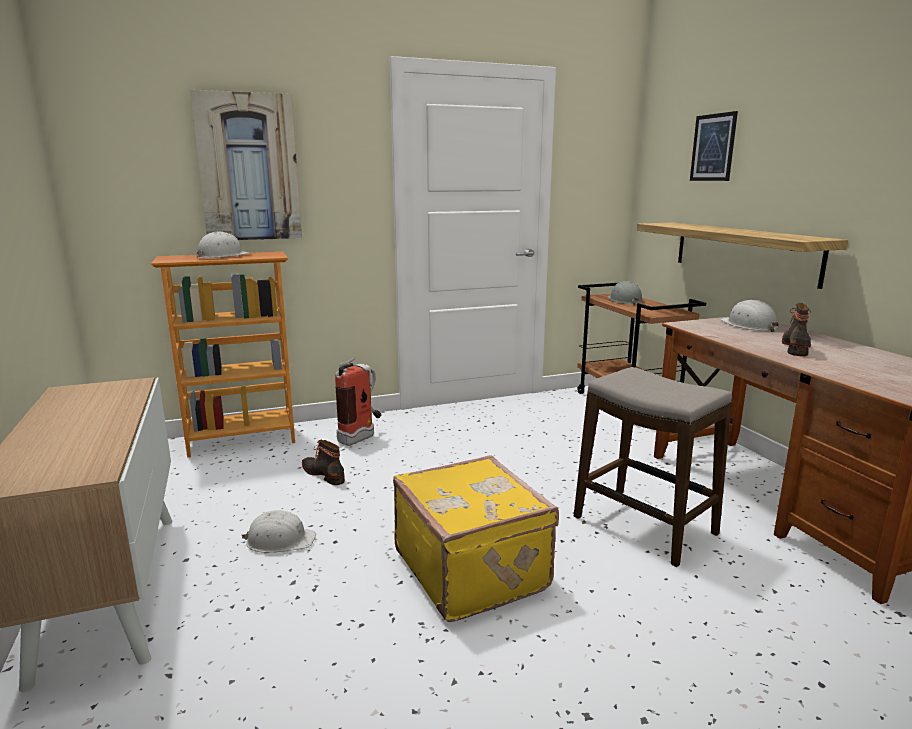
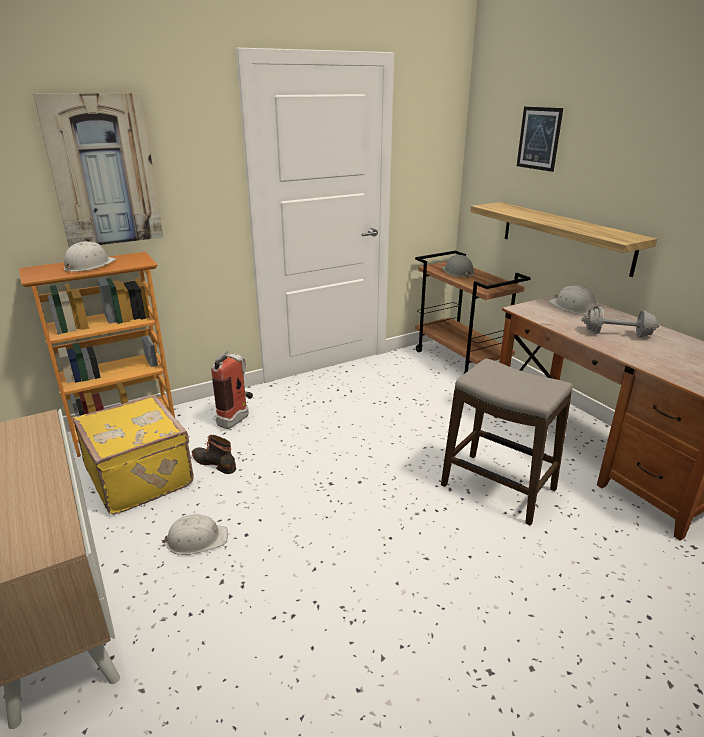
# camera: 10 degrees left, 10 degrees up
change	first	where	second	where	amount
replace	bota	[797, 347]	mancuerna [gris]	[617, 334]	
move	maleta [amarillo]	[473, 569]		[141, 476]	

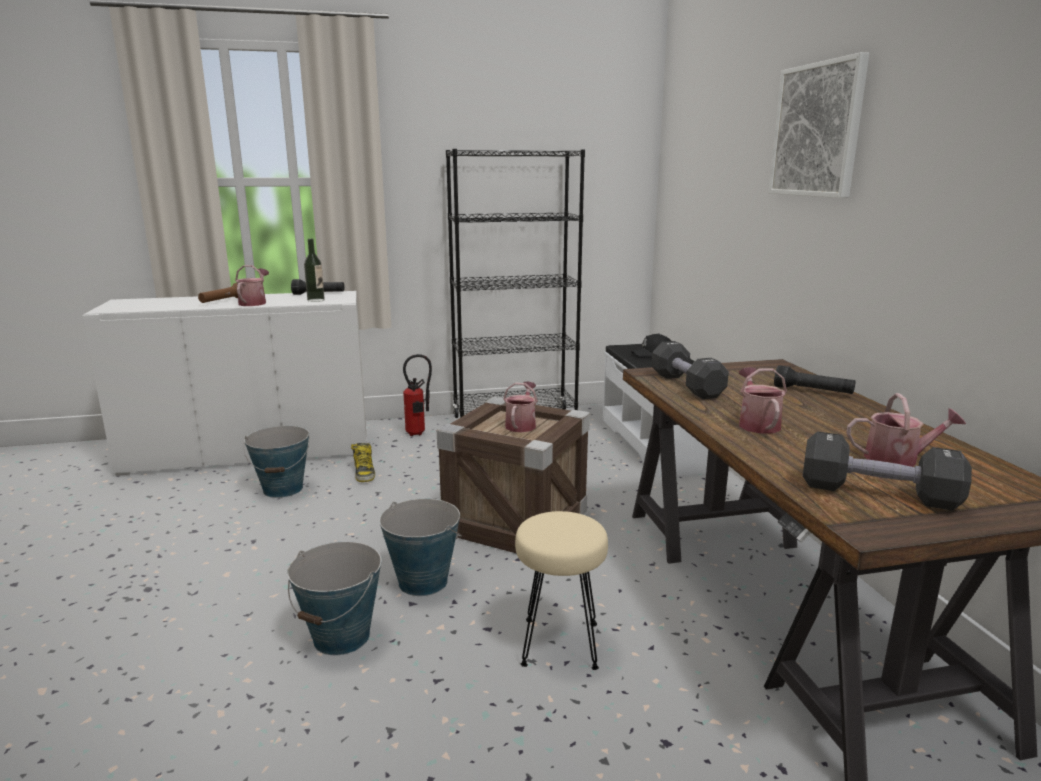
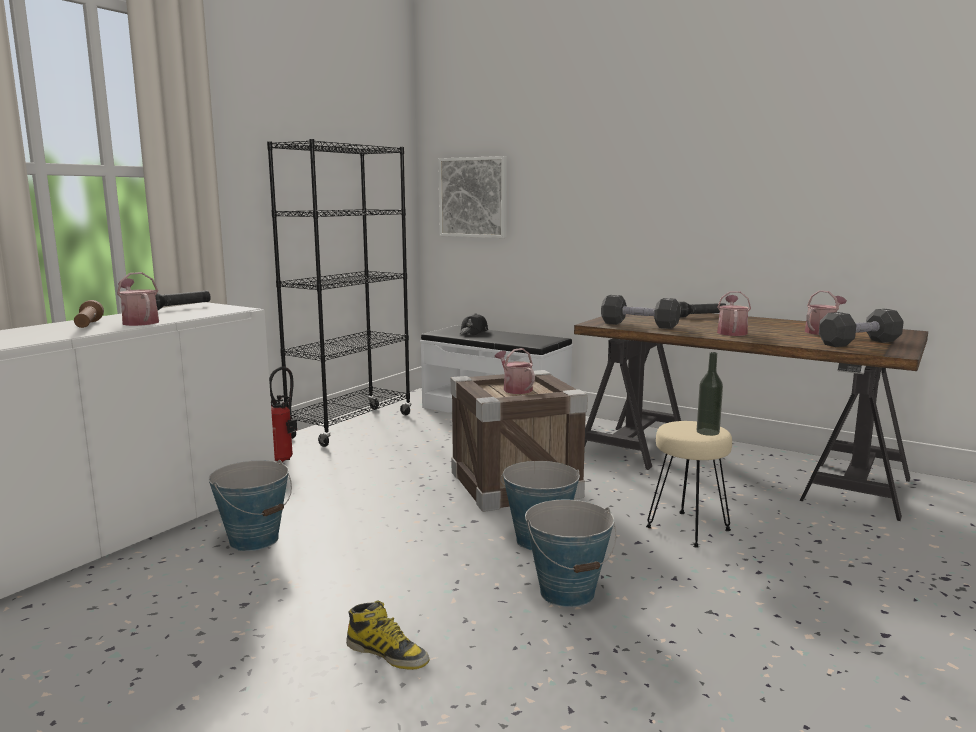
# camera: 45 degrees left, 5 degrees down
change	first	where	second	where	amount
move	cuadro	[817, 130]		[473, 197]	
move	botella	[316, 300]		[708, 432]	
rotate	regadera	[757, 423]		[731, 332]	60 degrees clockwise
move	bota	[364, 473]		[387, 653]	

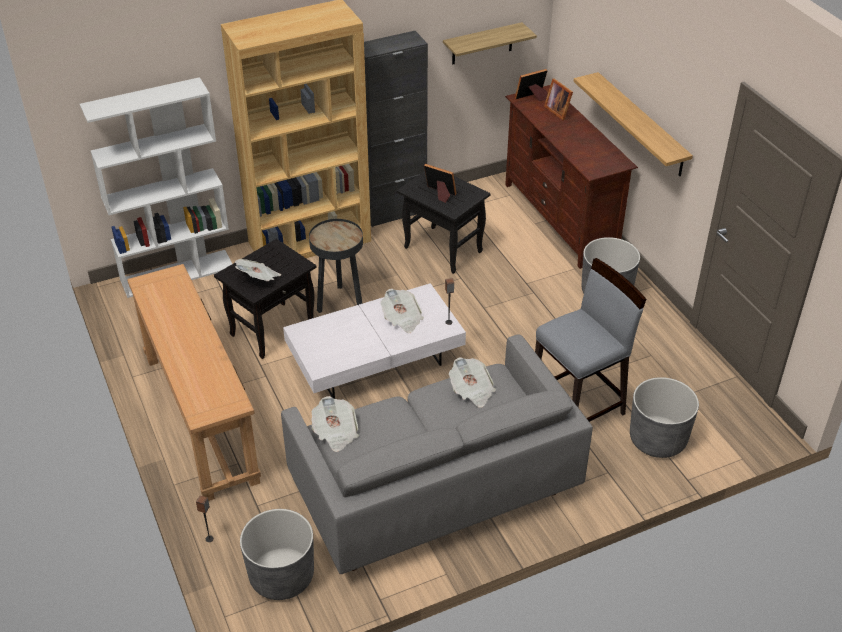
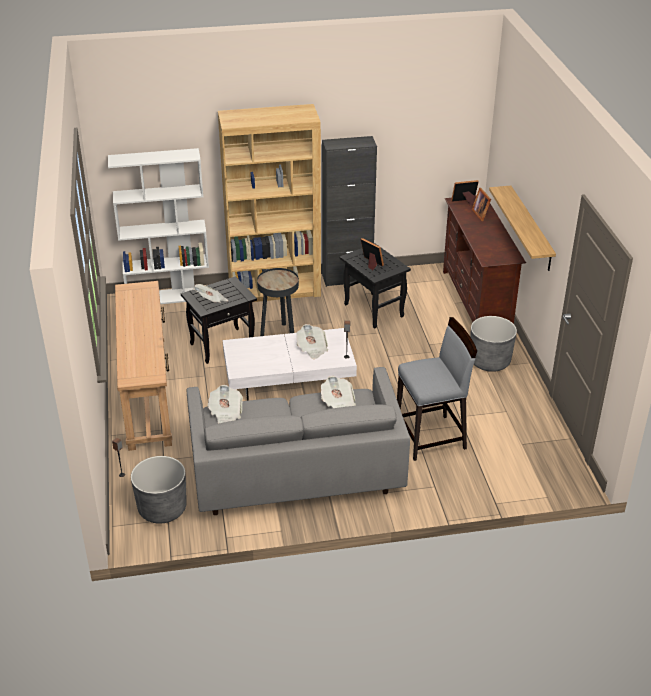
# camera: 15 degrees right, 5 degrees down
change	first	where	second	where	amount
delete	estante	[482, 44]			
delete	maceta [gris]	[657, 439]			

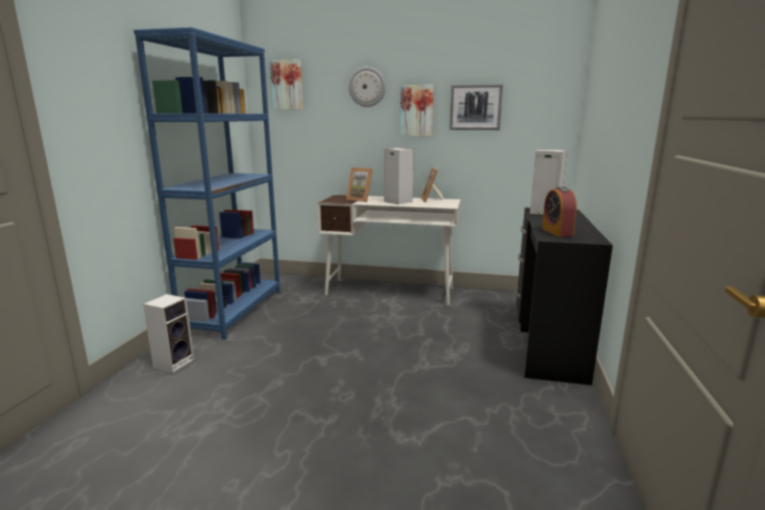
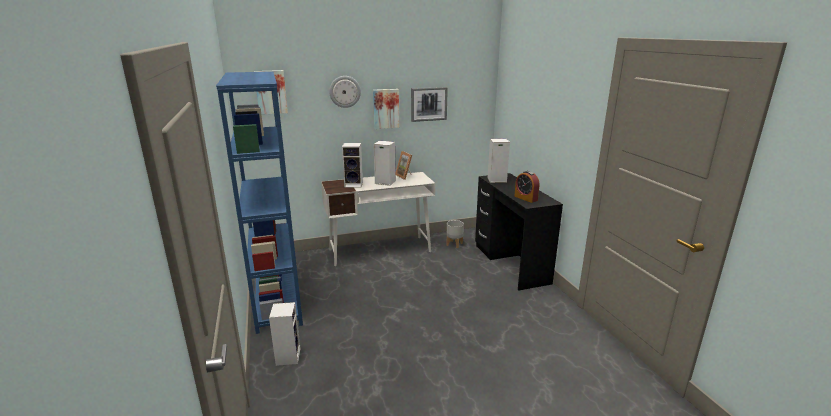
# camera: 30 degrees left, 5 degrees up
change	first	where	second	where	amount
replace	portarretratos	[360, 200]	altavoz	[354, 184]	
insert			maceta [gris]	[454, 244]	

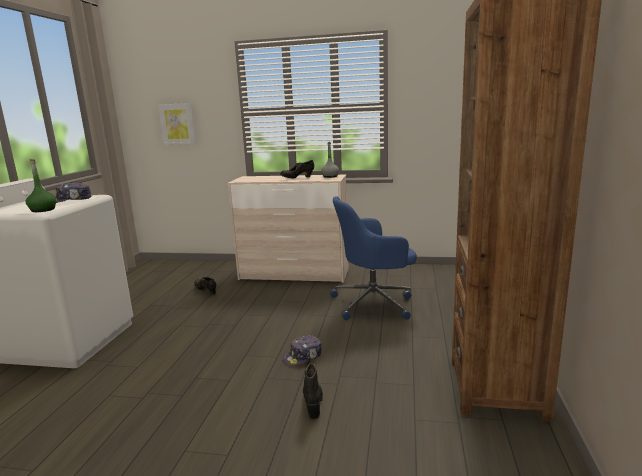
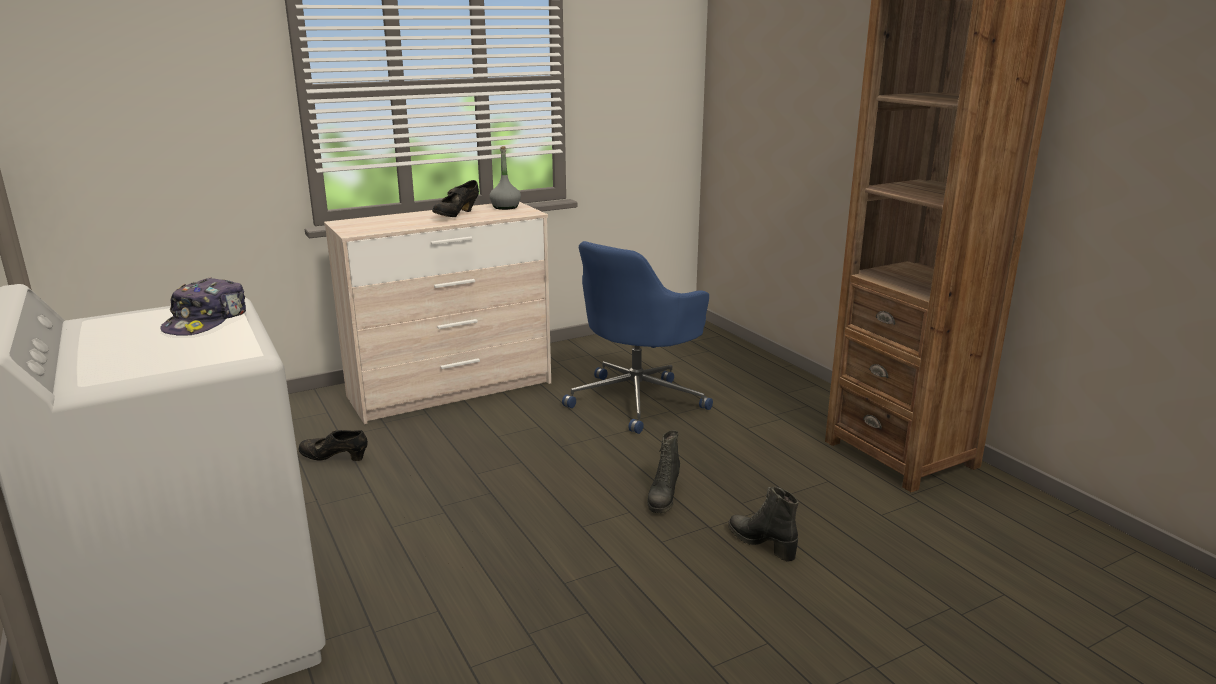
# camera: 40 degrees left, 5 degrees up
change	first	where	second	where	amount
delete	cuadro	[177, 124]			
delete	botella [verde]	[43, 210]			
replace	gorra	[303, 356]	bota [negro]	[663, 498]	

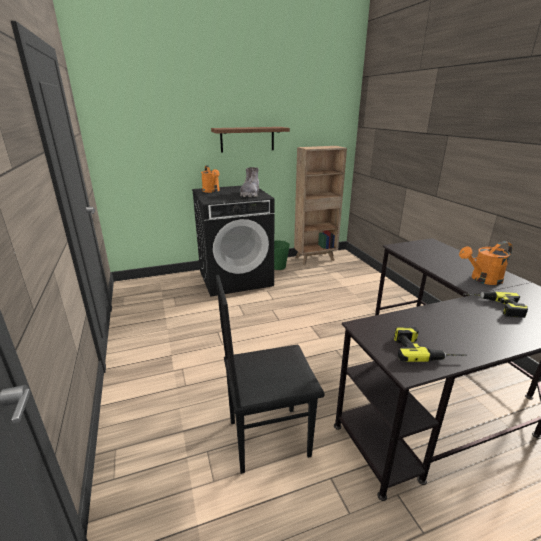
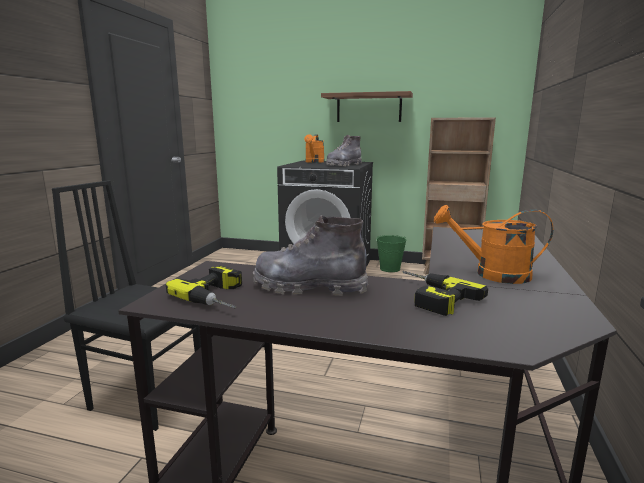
# camera: 35 degrees right, 10 degrees down
change	first	where	second	where	amount
insert			bota [gris]	[309, 287]	

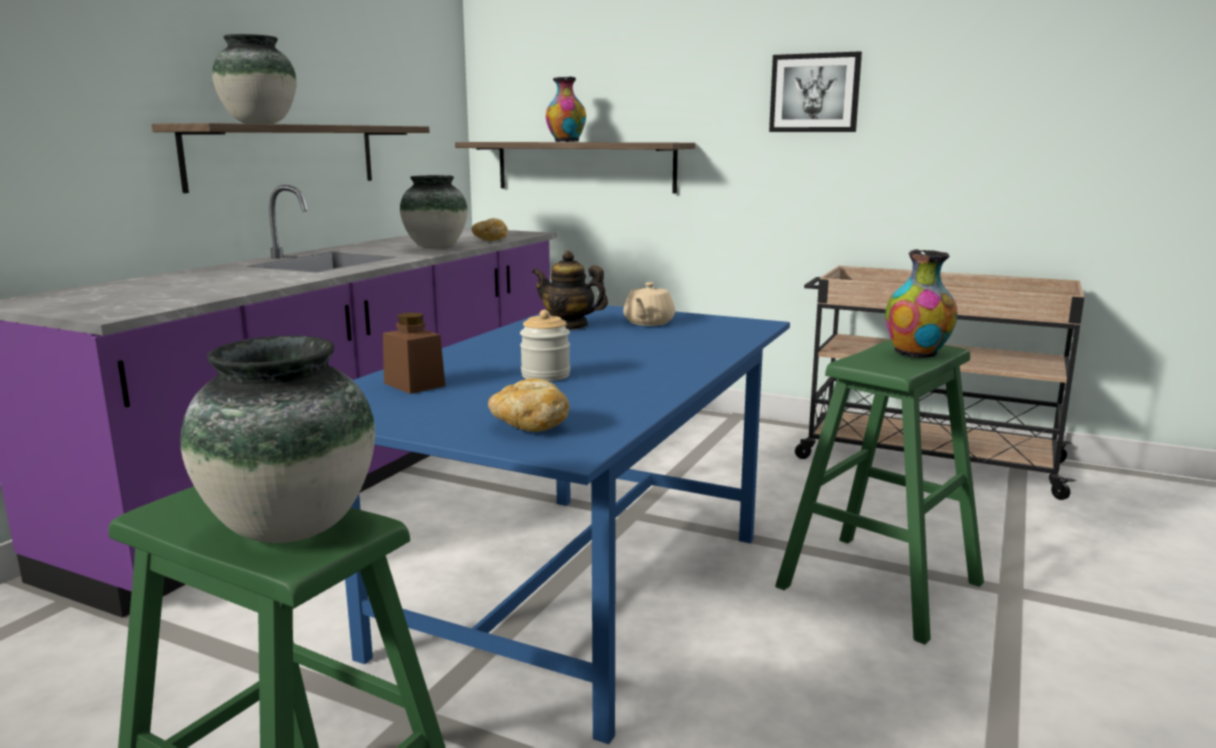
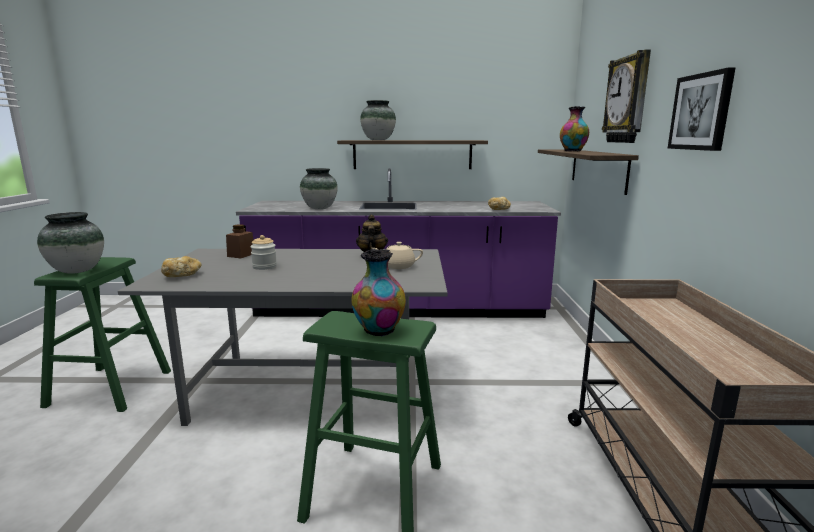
# camera: 65 degrees right, 0 degrees up
change	first	where	second	where	amount
move	florero	[435, 247]		[320, 208]	
recolor	mesa de comedor [azul]	[580, 594]	mesa de comedor [gris]	[308, 388]	
insert			reloj de pared	[628, 100]	

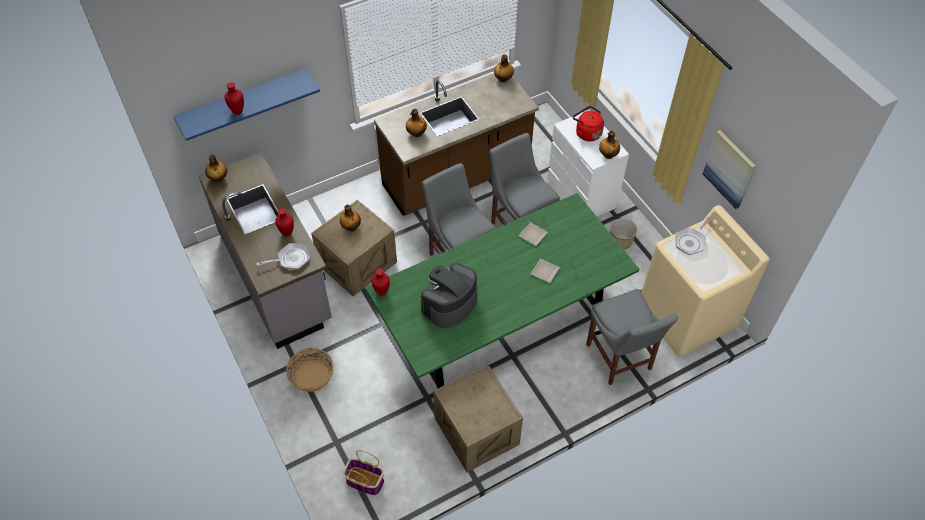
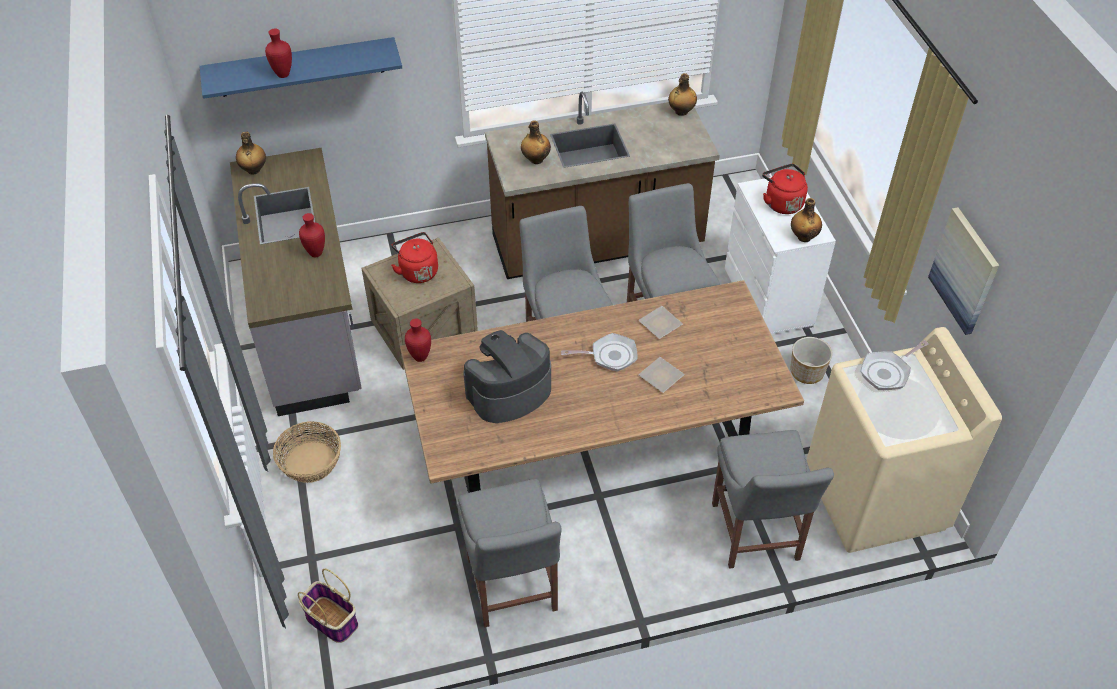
# camera: 15 degrees right, 5 degrees down
change	first	where	second	where	amount
recolor	mesa de comedor [verde]	[500, 323]	mesa de comedor [marrón]	[595, 447]	
replace	botella	[351, 227]	hervidor [rojo]	[417, 271]	
move	sartén	[291, 259]		[609, 356]	
replace	caja de embalaje	[477, 431]	silla [gris]	[512, 589]	

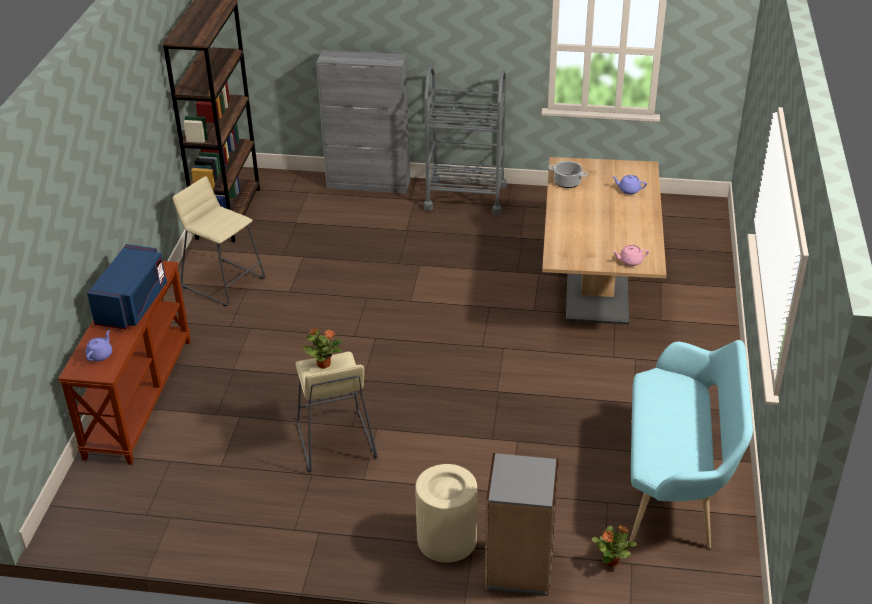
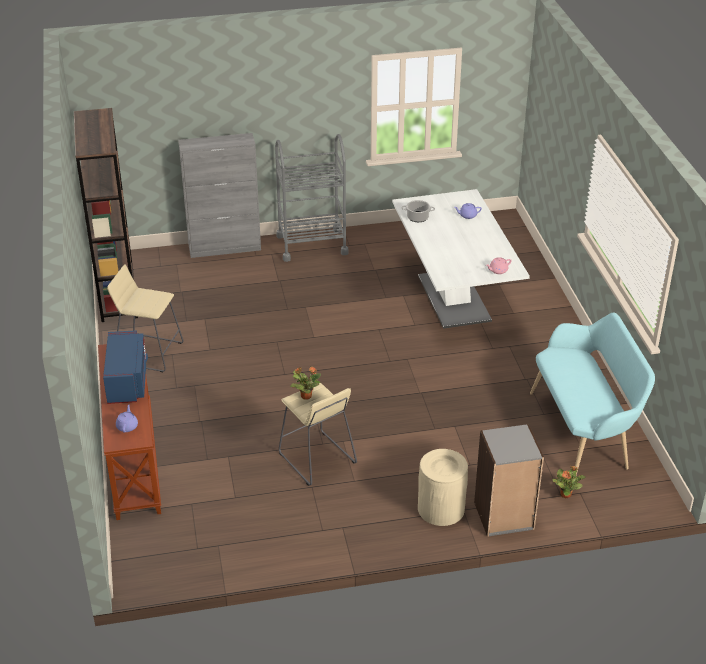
# camera: 20 degrees left, 0 degrees up
change	first	where	second	where	amount
recolor	mesa de comedor [marrón]	[597, 288]	mesa de comedor [blanco]	[454, 298]	

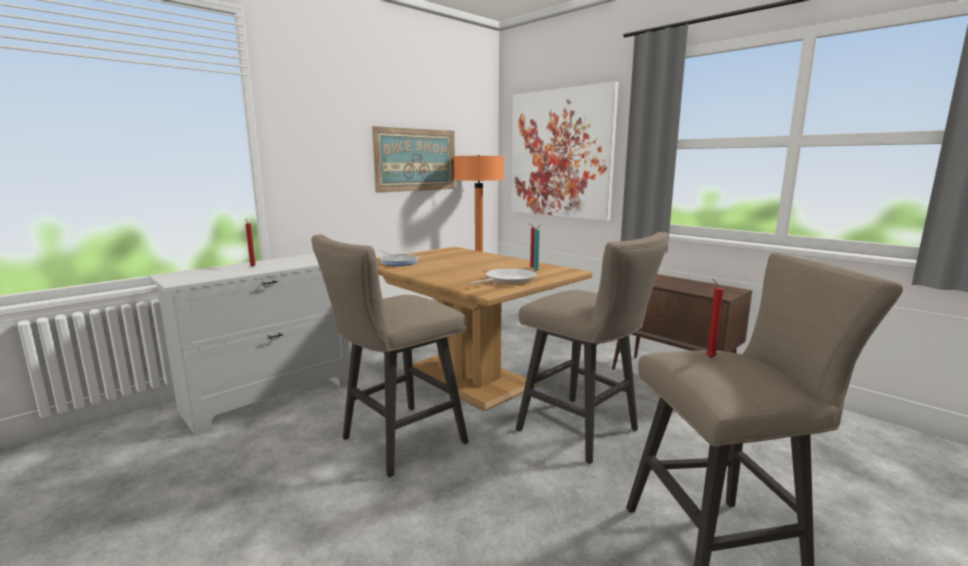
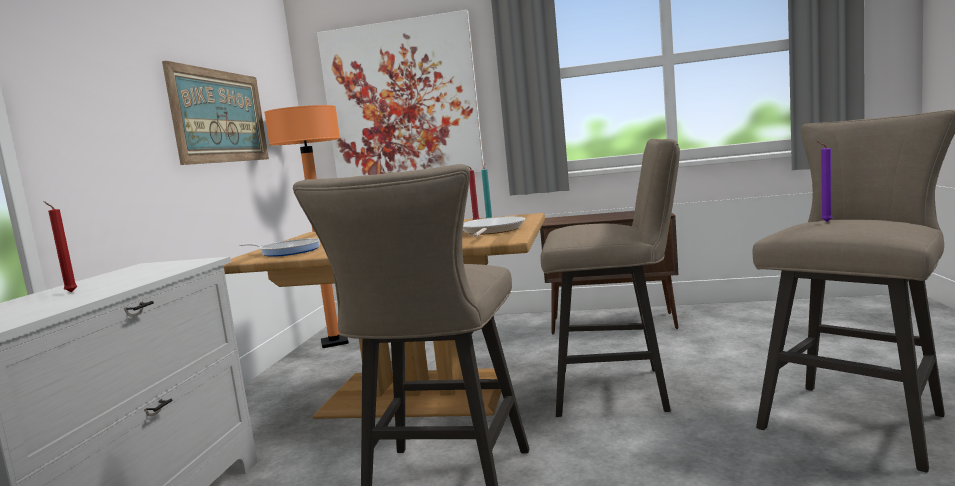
# camera: 35 degrees left, 5 degrees down
change	first	where	second	where	amount
recolor	vela [rojo]	[709, 357]	vela [morado]	[824, 222]	

